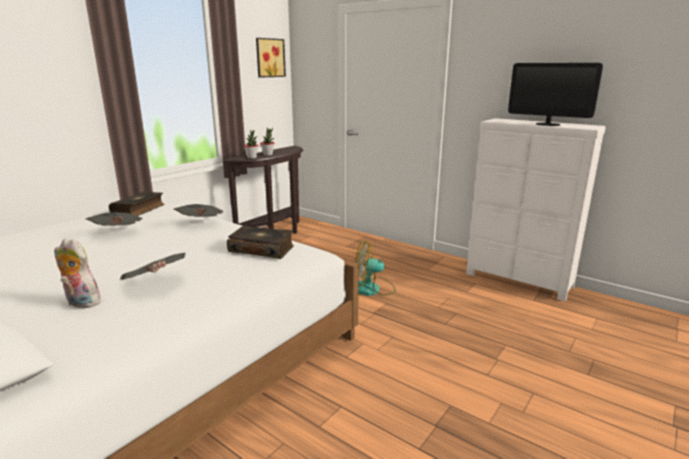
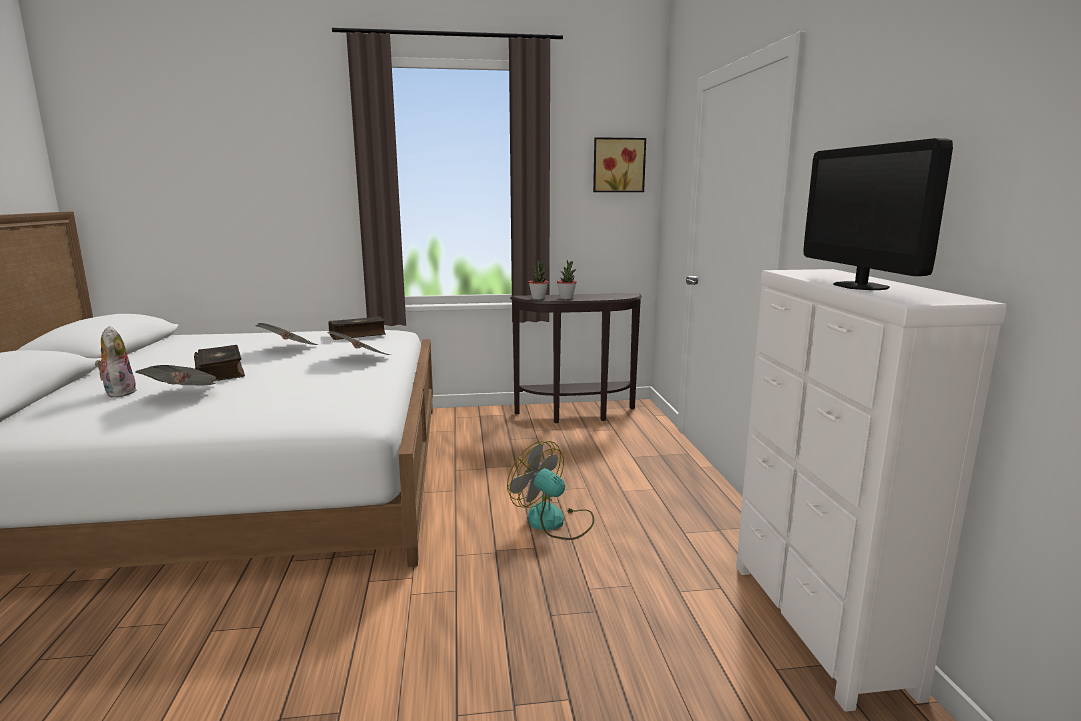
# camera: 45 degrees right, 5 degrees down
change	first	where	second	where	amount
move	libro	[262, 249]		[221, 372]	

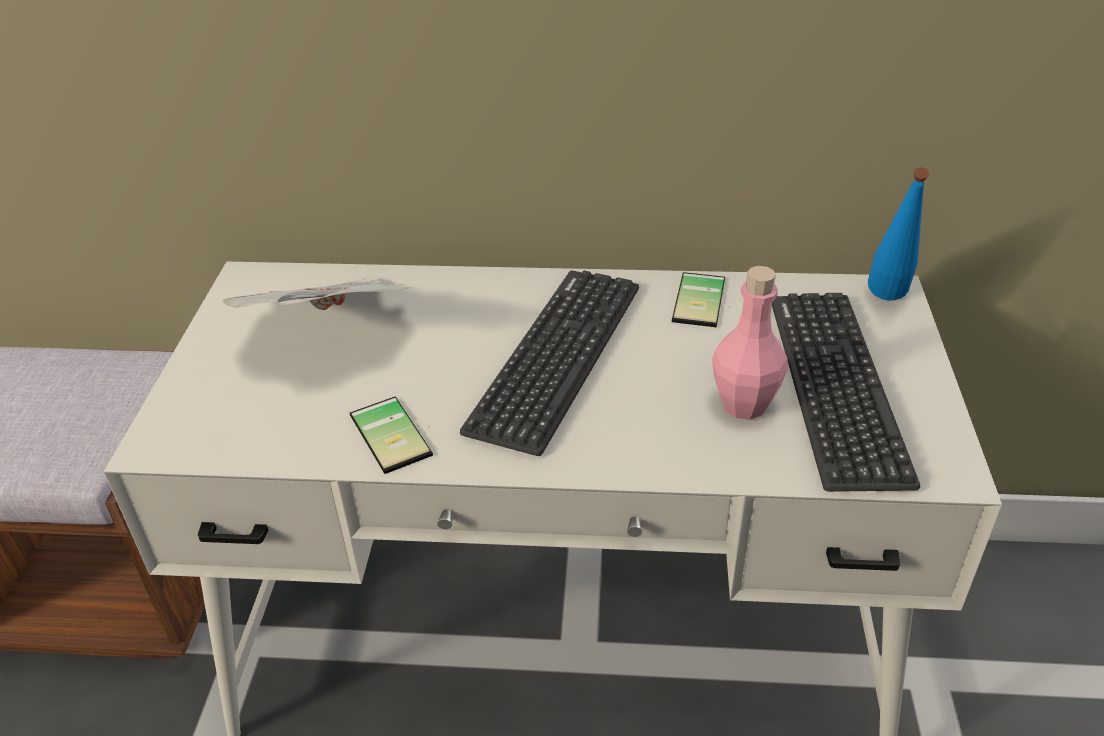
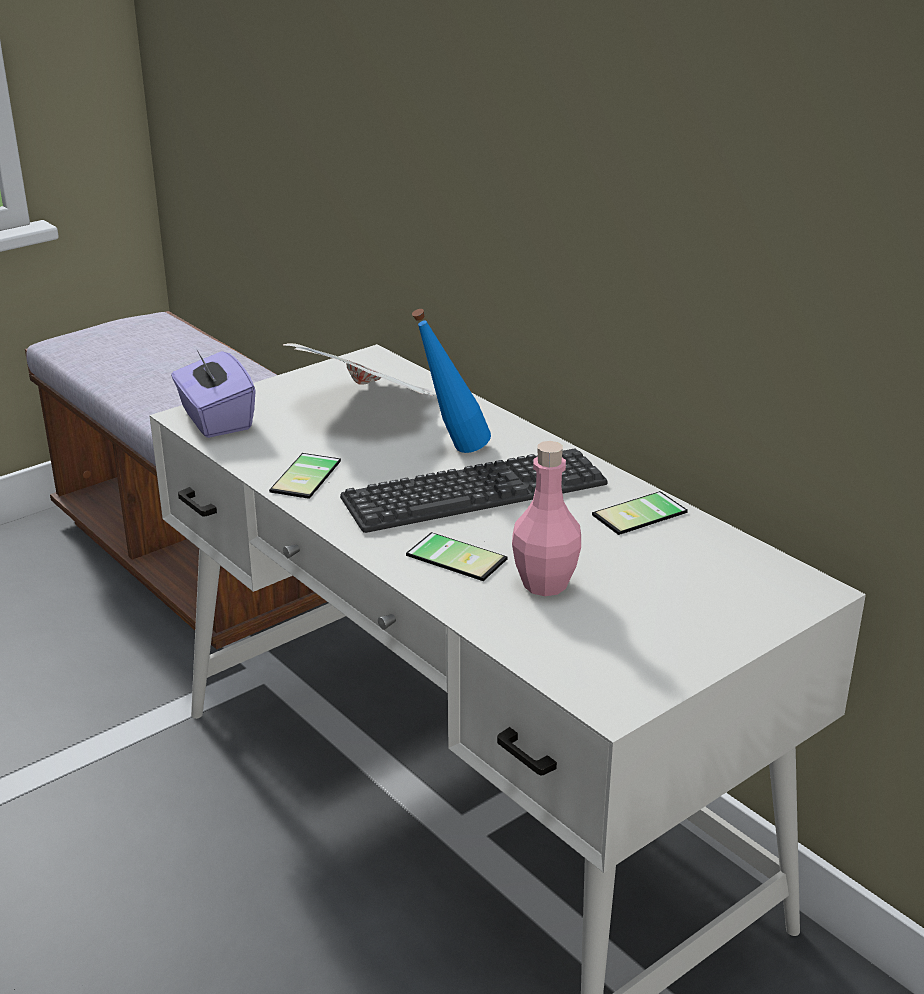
# camera: 45 degrees right, 10 degrees down
change	first	where	second	where	amount
move	botella [azul]	[886, 303]		[452, 451]	
delete	teclado	[836, 386]			
insert			caja de pañuelos [morado]	[215, 420]	
insert			móvil	[459, 555]	

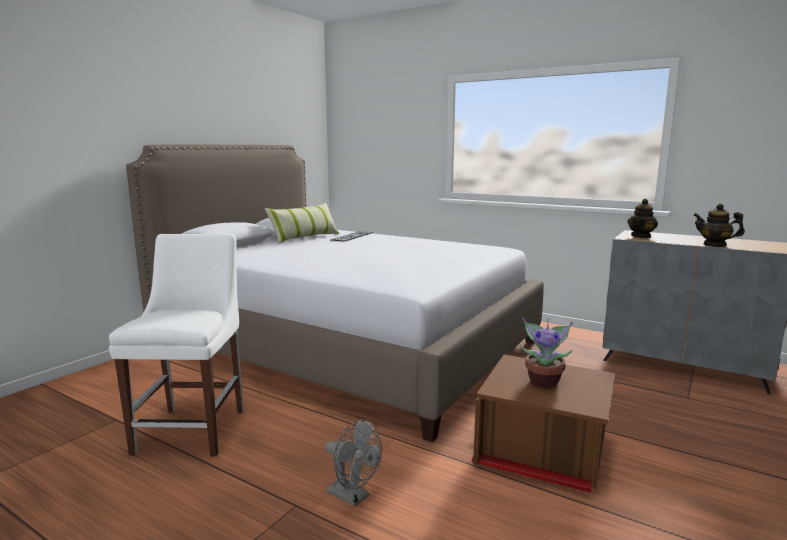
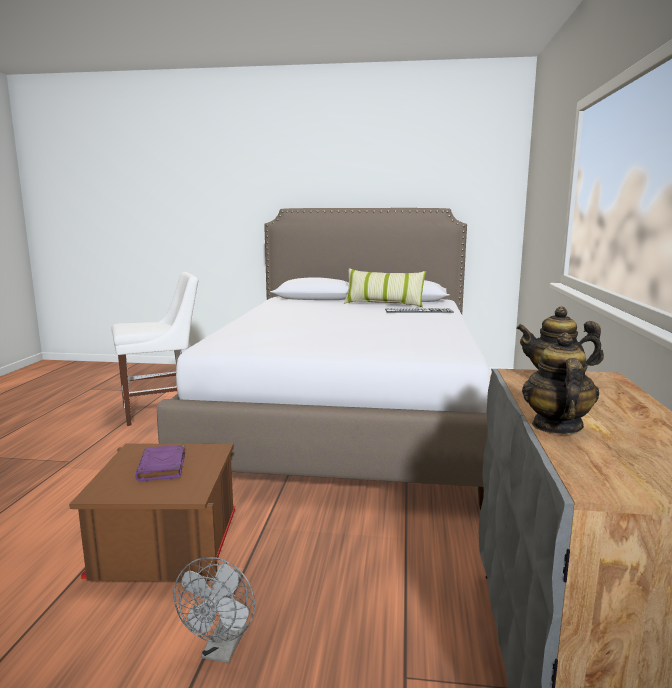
# camera: 65 degrees right, 0 degrees up
change	first	where	second	where	amount
replace	planta en maceta	[544, 381]	libro [morado]	[162, 467]	
move	ventilador [gris]	[353, 496]		[222, 650]	

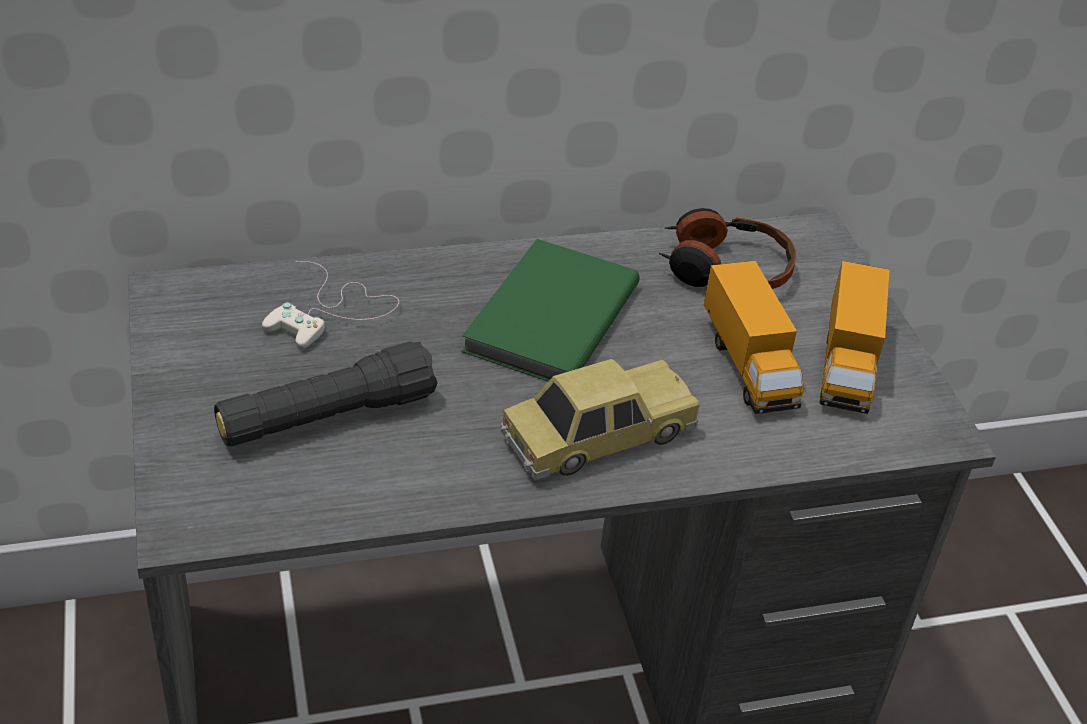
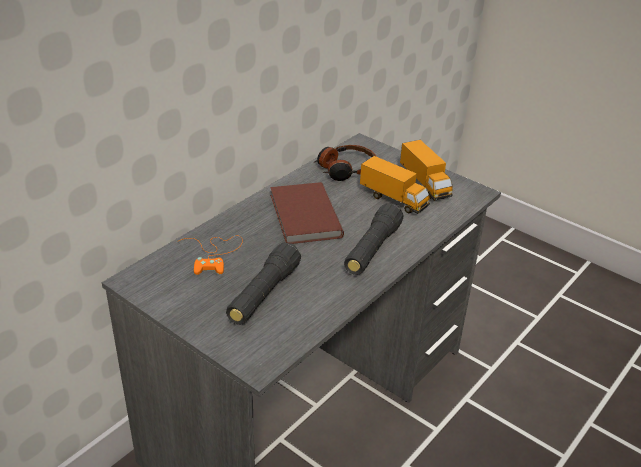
# camera: 35 degrees left, 5 degrees down
change	first	where	second	where	amount
recolor	libro [verde]	[547, 318]	libro [marrón]	[303, 216]	
recolor	mando de consola [blanco]	[332, 311]	mando de consola [naranja]	[215, 254]	
replace	coche de juguete	[598, 437]	linterna [negro]	[372, 249]	

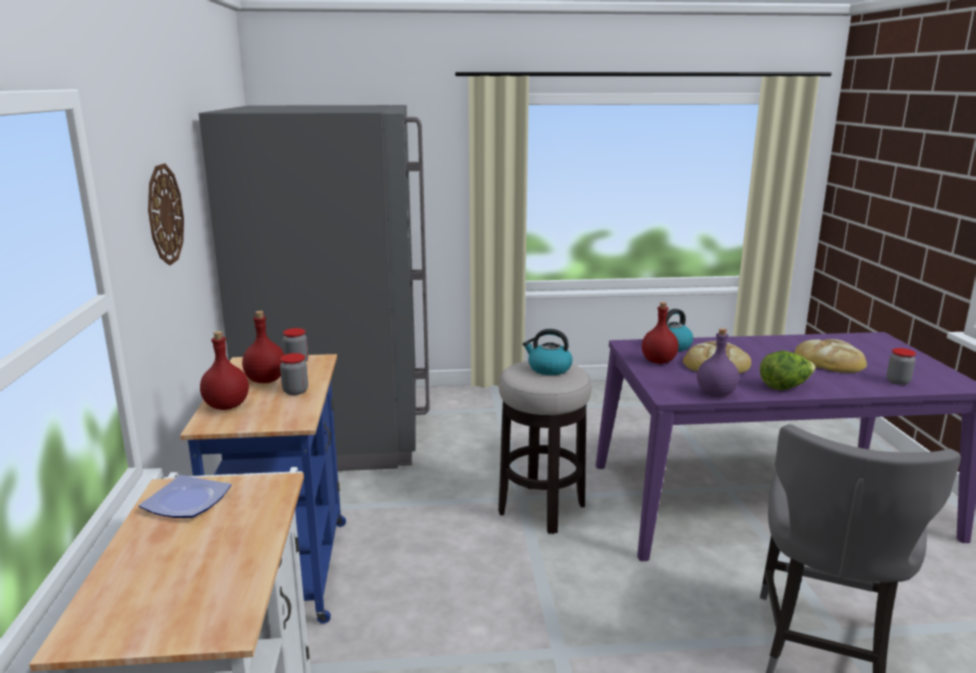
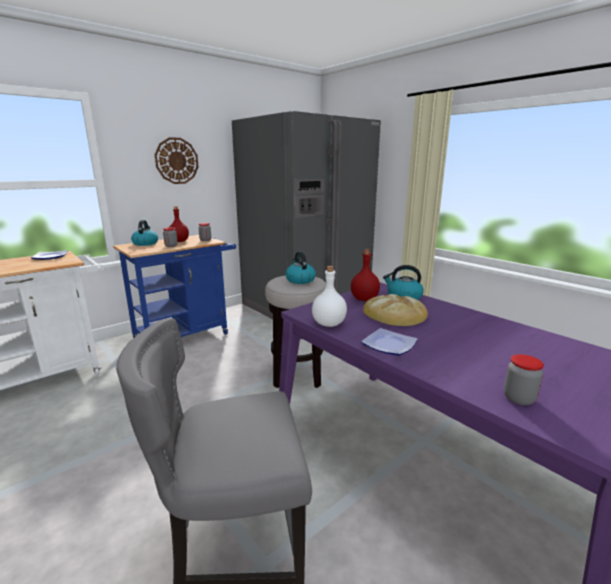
# camera: 55 degrees right, 0 degrees up
change	first	where	second	where	amount
recolor	botella [morado]	[715, 394]	botella [blanco]	[328, 324]	
replace	botella [rojo]	[227, 406]	hervidor	[145, 243]	
delete	pan	[829, 361]			
replace	lechuga	[785, 387]	plato	[388, 344]	

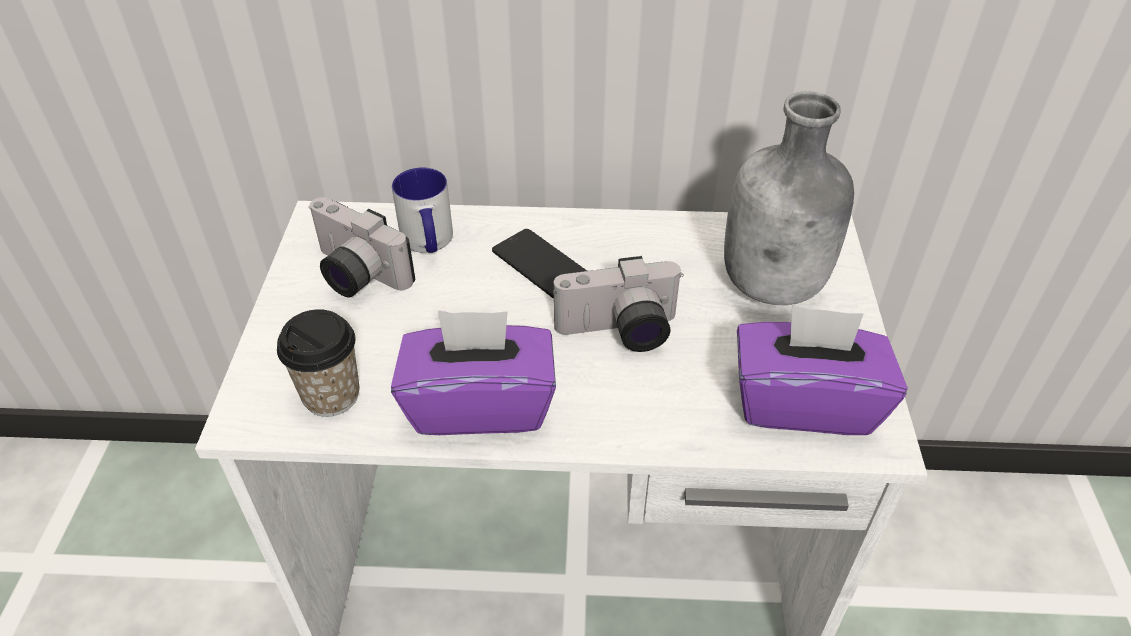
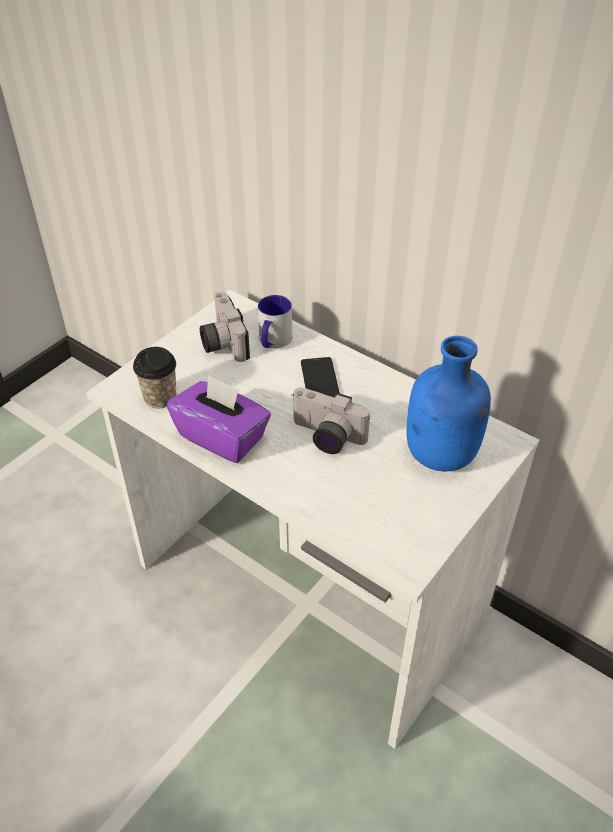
# camera: 35 degrees right, 0 degrees up
change	first	where	second	where	amount
recolor	botella [gris]	[774, 285]	botella [azul]	[441, 456]	
delete	caja de pañuelos [morado]	[804, 402]			

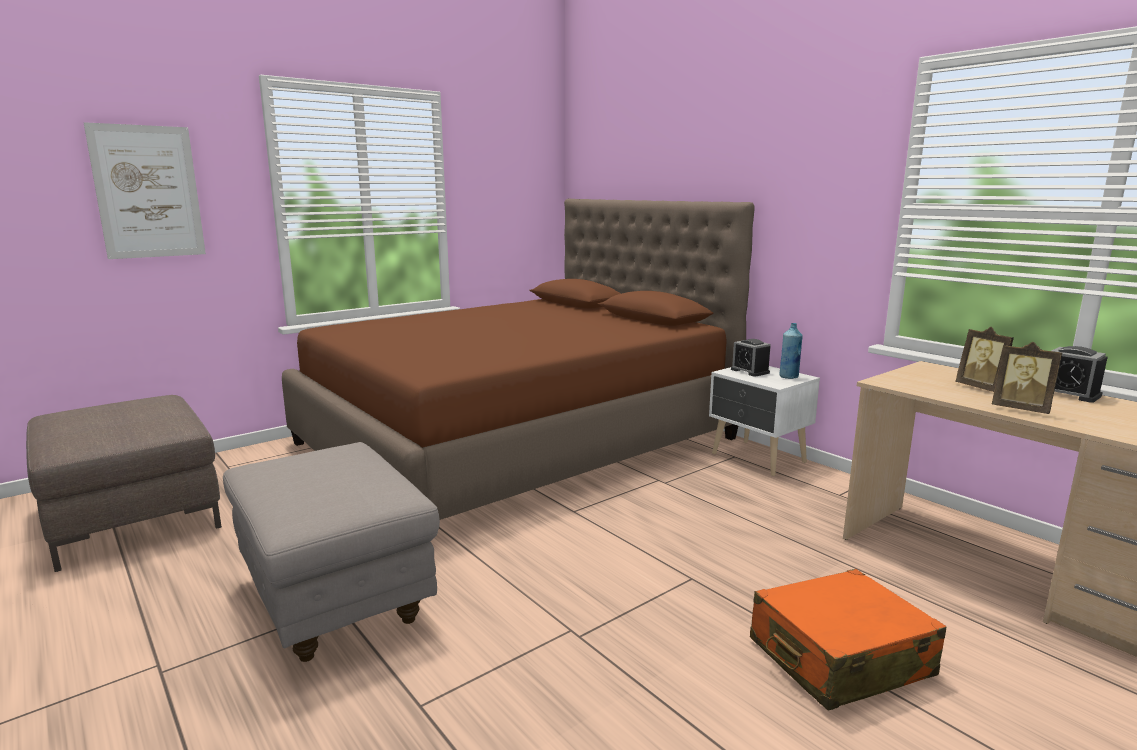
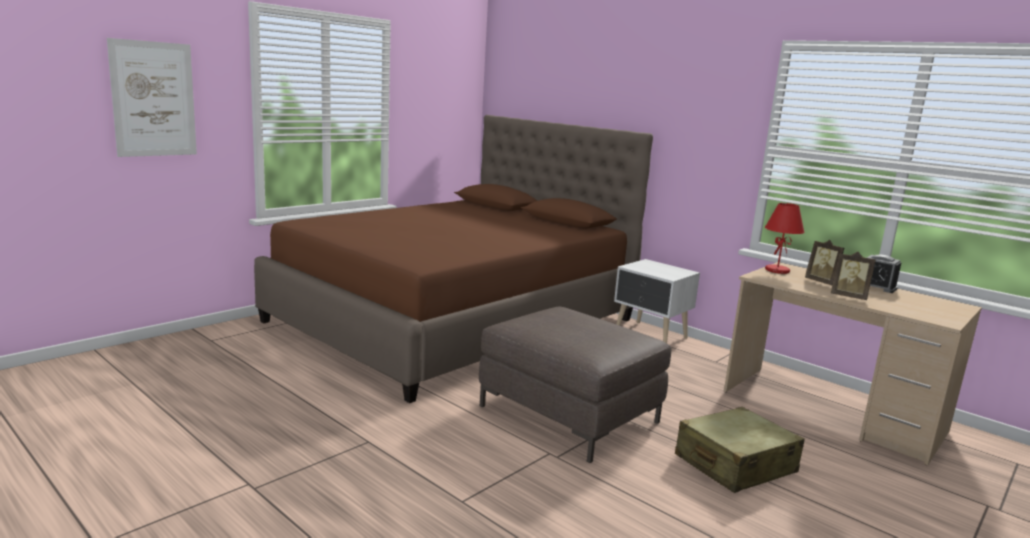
# camera: 10 degrees left, 0 degrees up
change	first	where	second	where	amount
delete	botella [azul]	[789, 377]			
delete	despertador	[750, 371]			
move	puf [marrón]	[132, 516]		[568, 414]	
delete	puf [gris]	[337, 600]			
recolor	maleta [naranja]	[839, 658]	maleta [beis]	[734, 464]	
insert			lámpara de mesa [rojo]	[777, 270]	

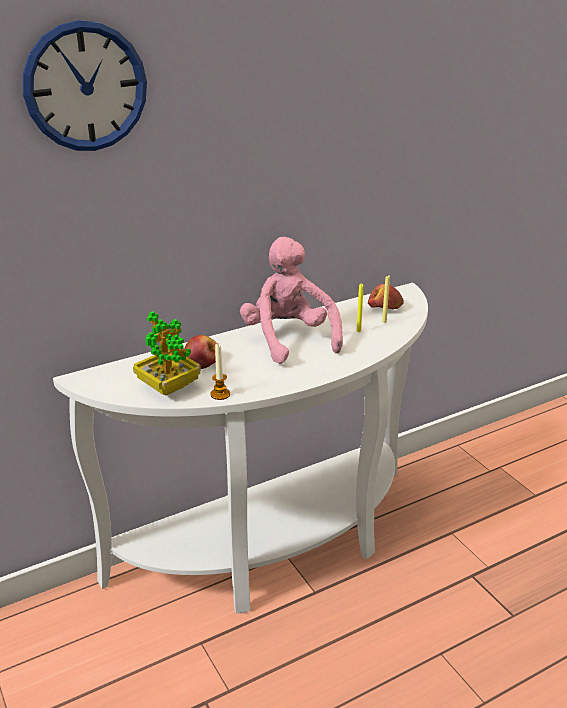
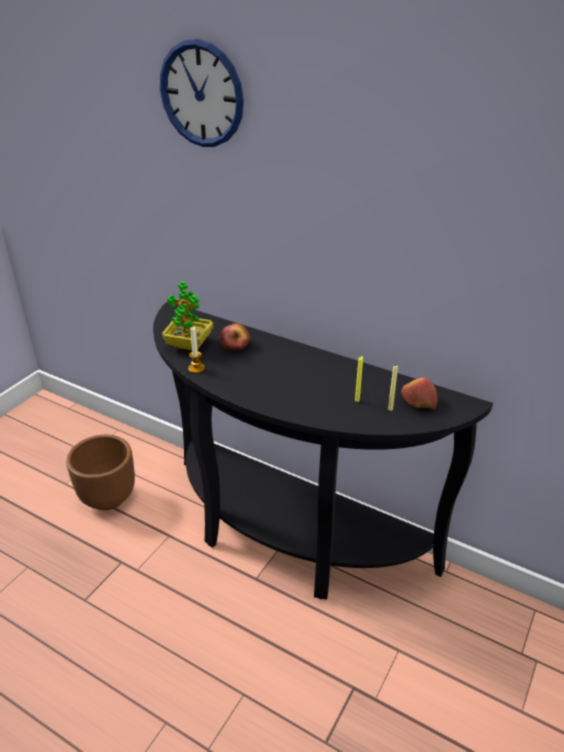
# camera: 60 degrees right, 5 degrees up
change	first	where	second	where	amount
delete	peluche [rosa]	[289, 339]			
recolor	mesa consola [blanco]	[279, 549]	mesa consola [negro]	[285, 536]	
insert			maceta [marrón]	[108, 497]	

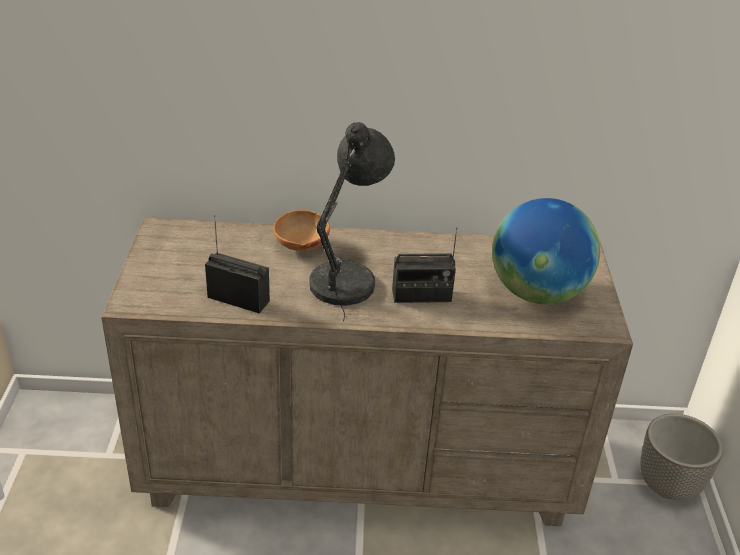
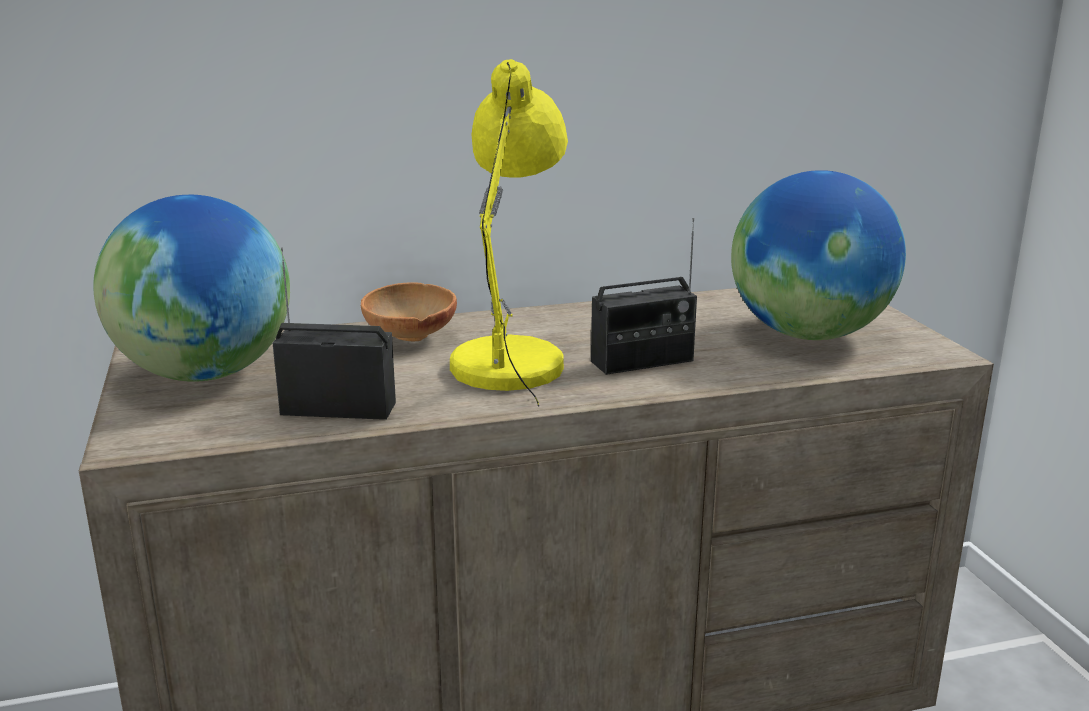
# camera: 15 degrees left, 15 degrees down
change	first	where	second	where	amount
recolor	lámpara de mesa [gris]	[347, 281]	lámpara de mesa [amarillo]	[512, 362]	
delete	maceta	[668, 485]			
insert			globo terráqueo	[206, 374]	

